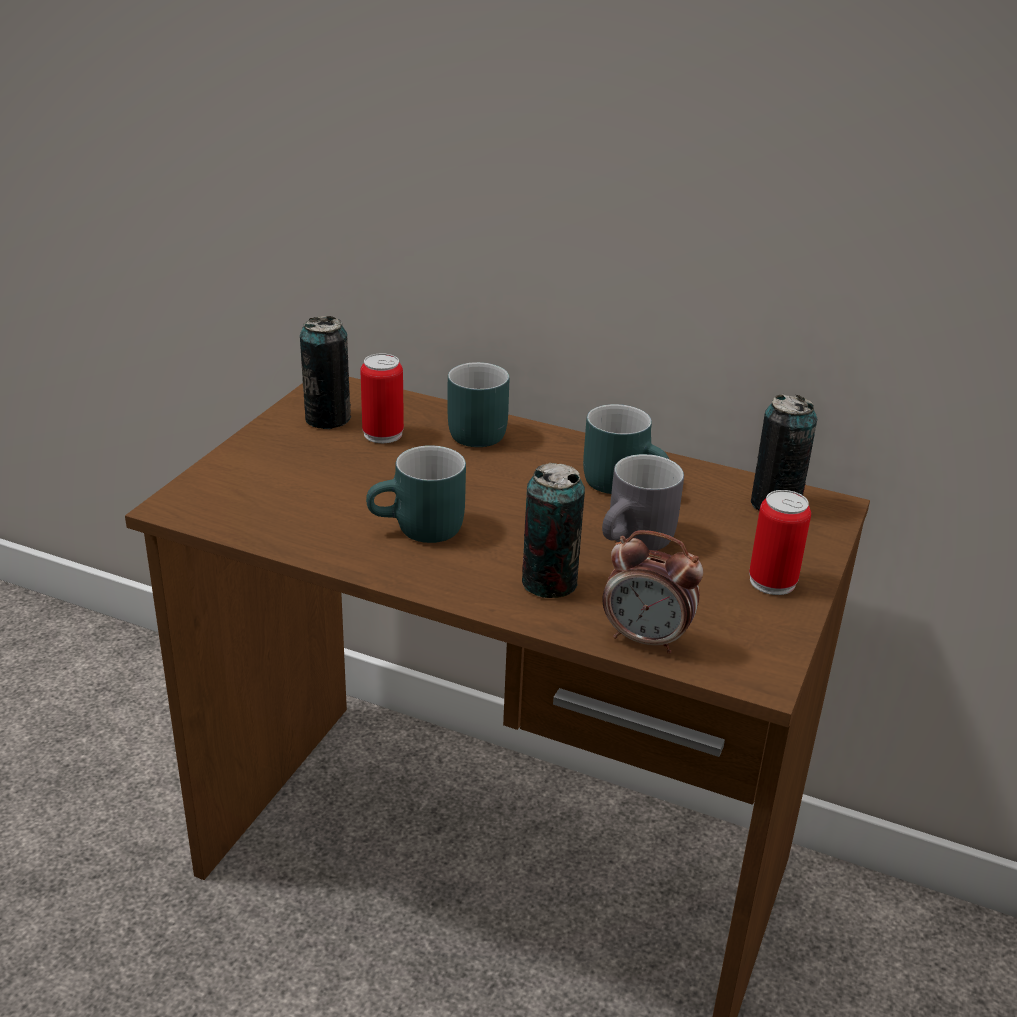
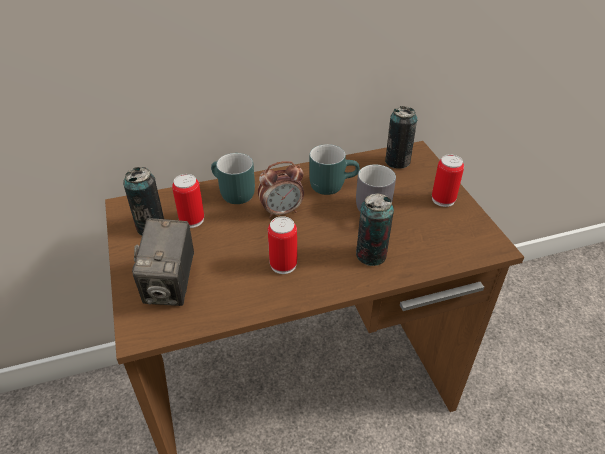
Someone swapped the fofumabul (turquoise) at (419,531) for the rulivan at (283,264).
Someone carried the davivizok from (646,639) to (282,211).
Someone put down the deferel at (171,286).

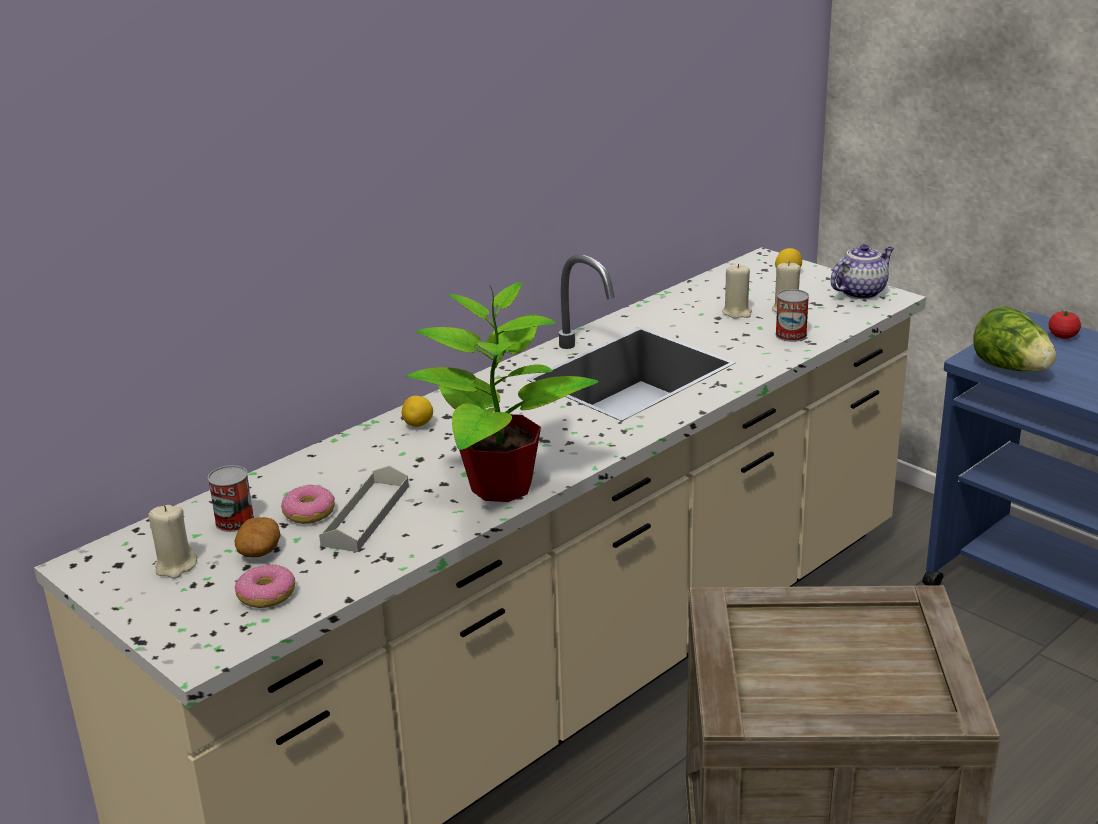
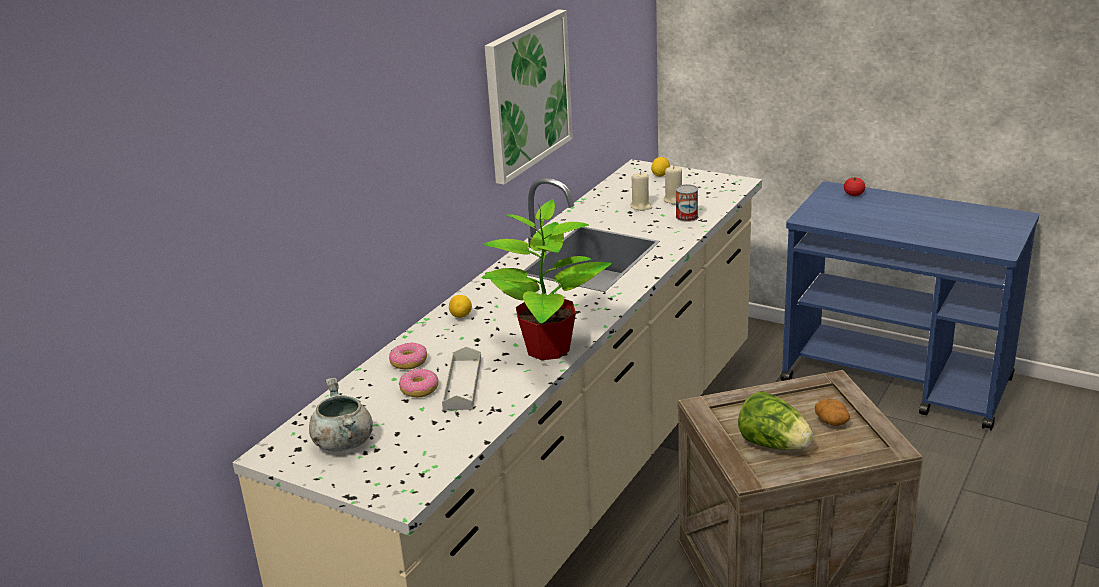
Someone took away the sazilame at (860,292).
Someone carried the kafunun from (1011,369) to (773,444).
Someone took away the rulivan at (235,521).
Someone swapped the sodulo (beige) at (175,566) for the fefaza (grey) at (343,442).
Someone carried the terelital from (259,551) to (832,421).
Someone carried the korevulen from (267,595) to (409,362).
Someone put up the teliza at (527,94).

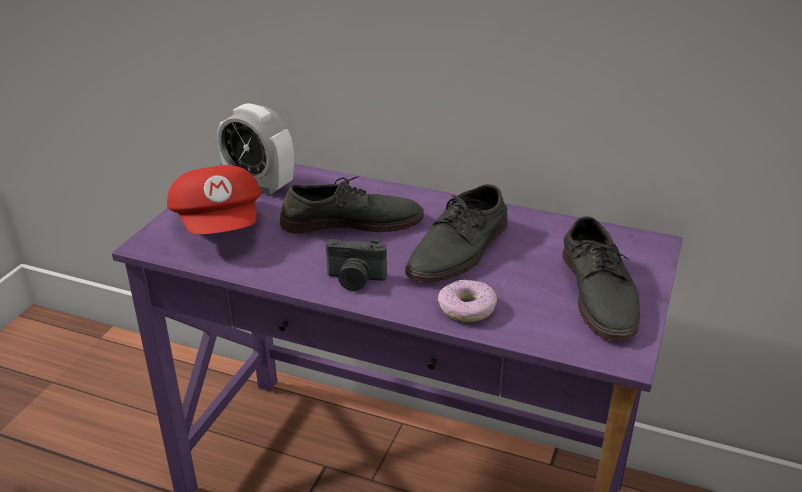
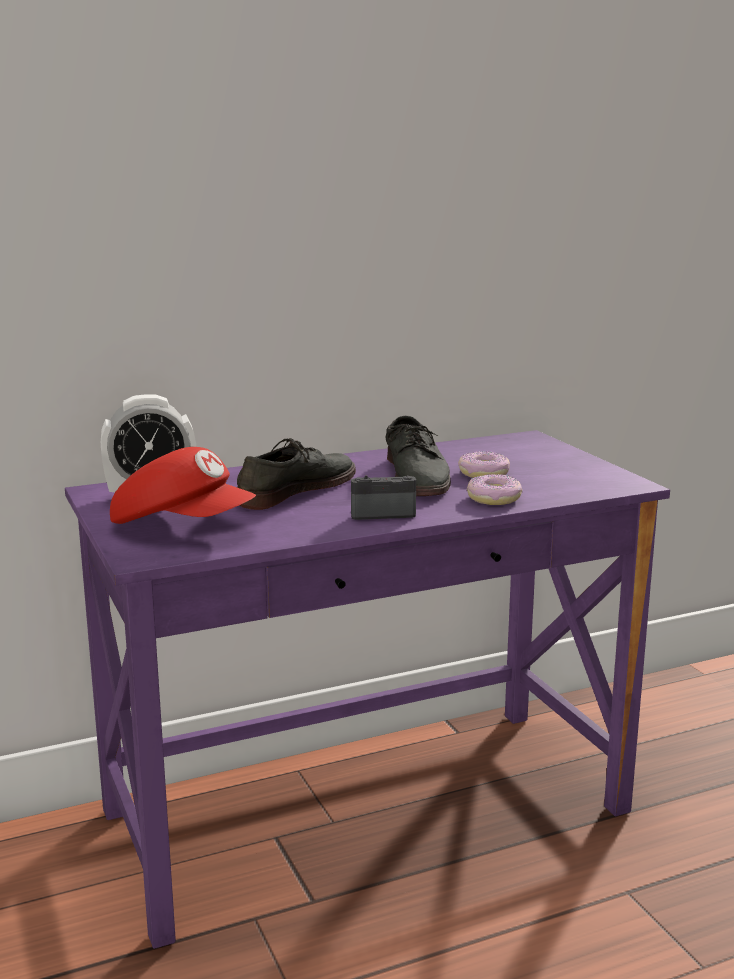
Someone took away the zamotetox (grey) at (599,293).
Someone rotated the deferel at (355,280) by 150 degrees counterclockwise.
Someone put down the korevulen at (483,473).

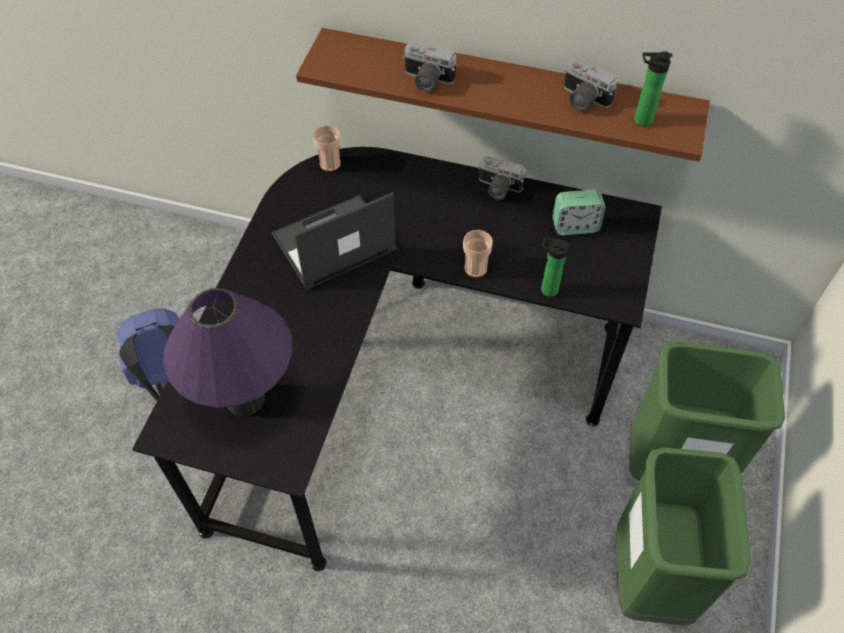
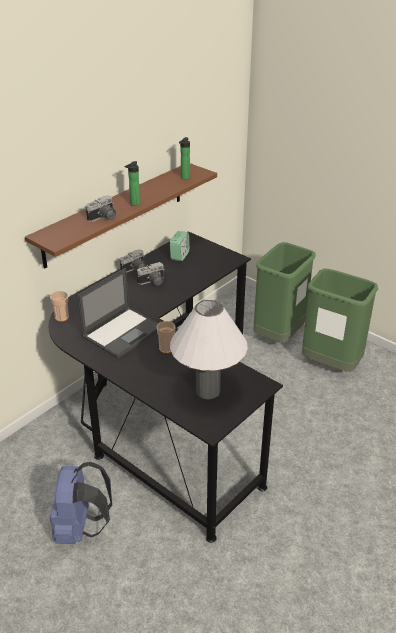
Someone carried the deferel from (582,100) to (152,282).
Someone rotated the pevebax at (332,243) by 135 degrees counterclockwise.
Someone carried the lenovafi from (475,268) to (166,349).
Someone carried the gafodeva from (546,289) to (134,204).
Someone repainted the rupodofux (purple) at (245,398), which became the rupodofux (white) at (208,390).

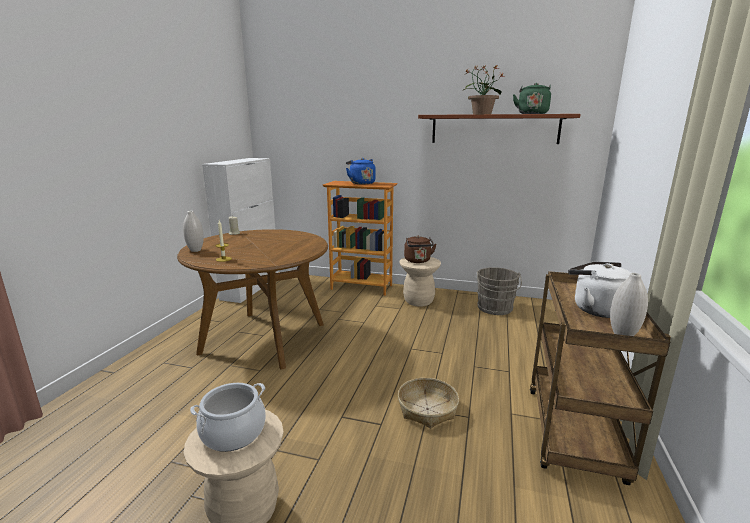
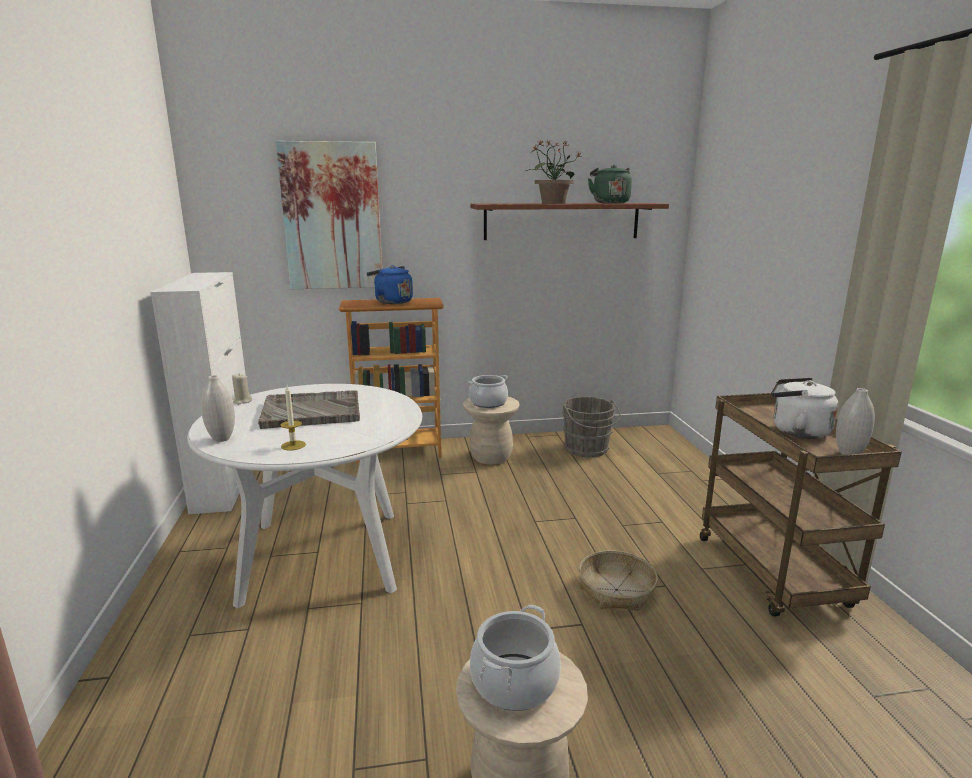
Someone repainted the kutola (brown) at (264,338), which became the kutola (white) at (323,555).
Someone swapped the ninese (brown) at (418,261) for the fefaza at (488,403).
Someone put up the teliza at (332,217).
Someone put down the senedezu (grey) at (310,411).

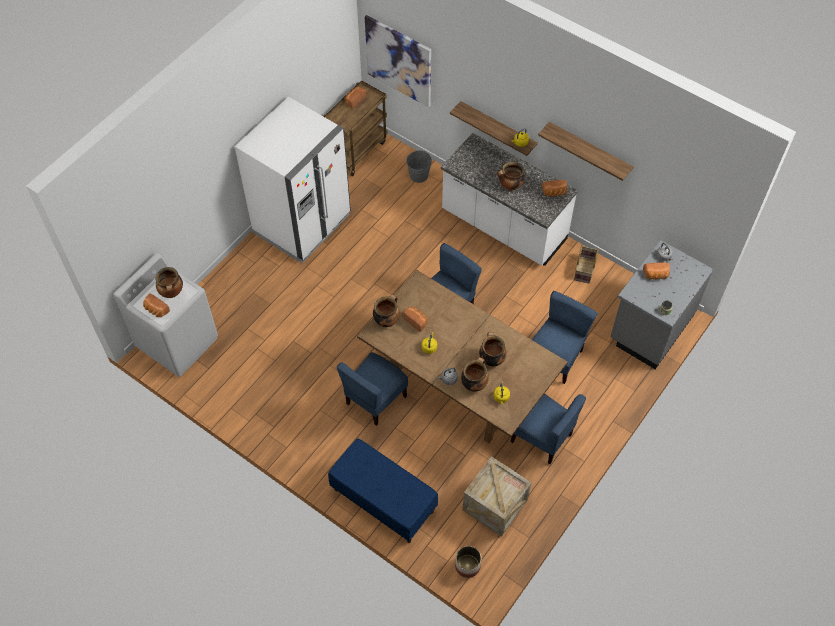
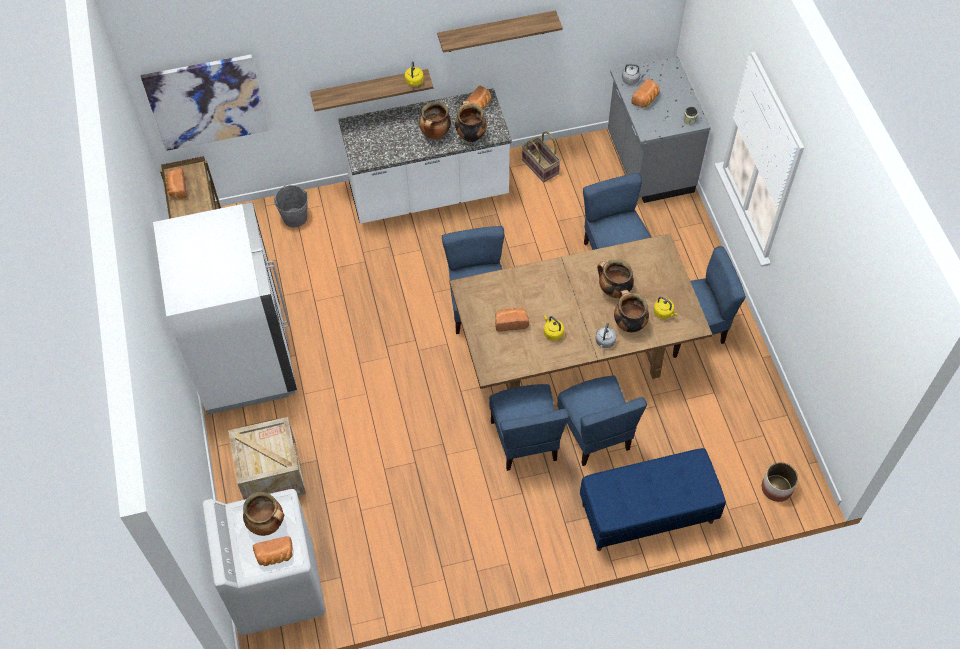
Someone carried the fefaza from (386,320) to (470,135).
Someone carried the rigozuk from (495,505) to (271,474).
Someone put down the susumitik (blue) at (595,434).

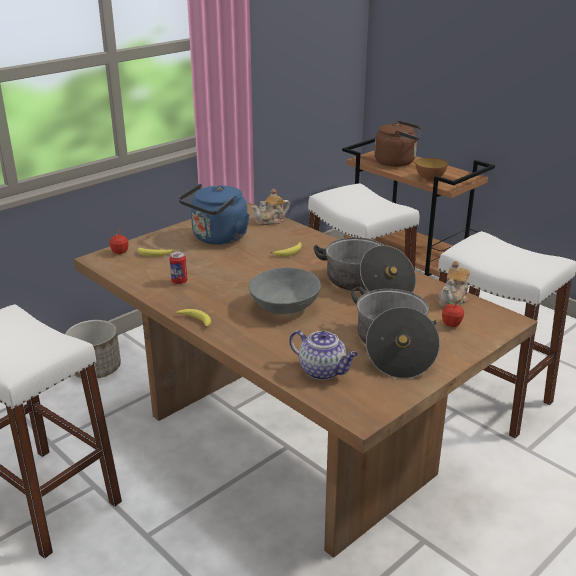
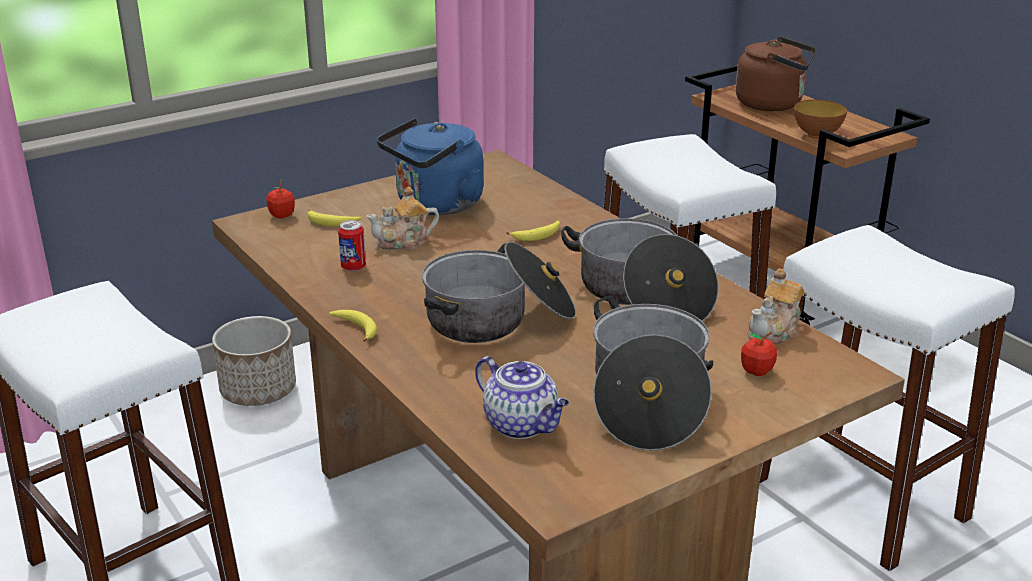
Someone carried the sazilame from (271,221) to (404,242).
Someone swapped the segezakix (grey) at (284,306) for the fefaza at (499,319).

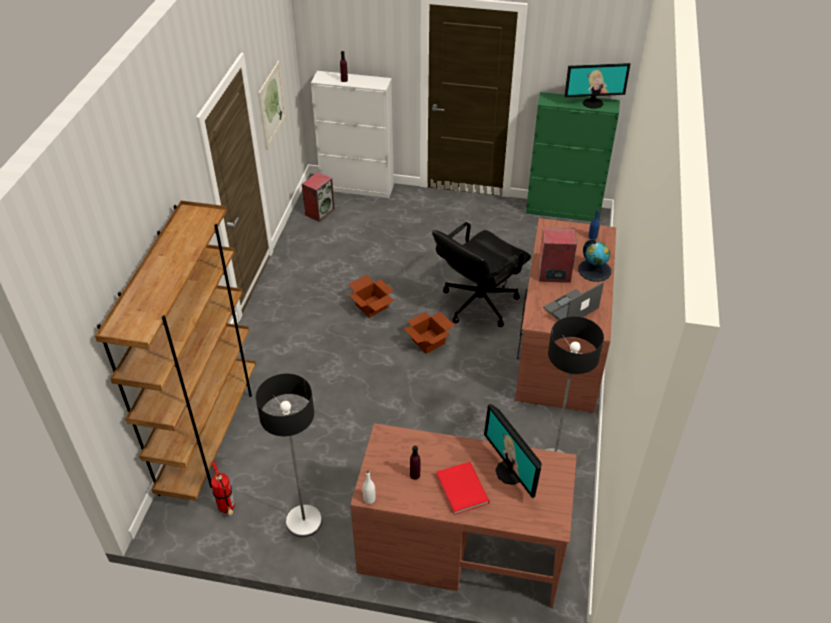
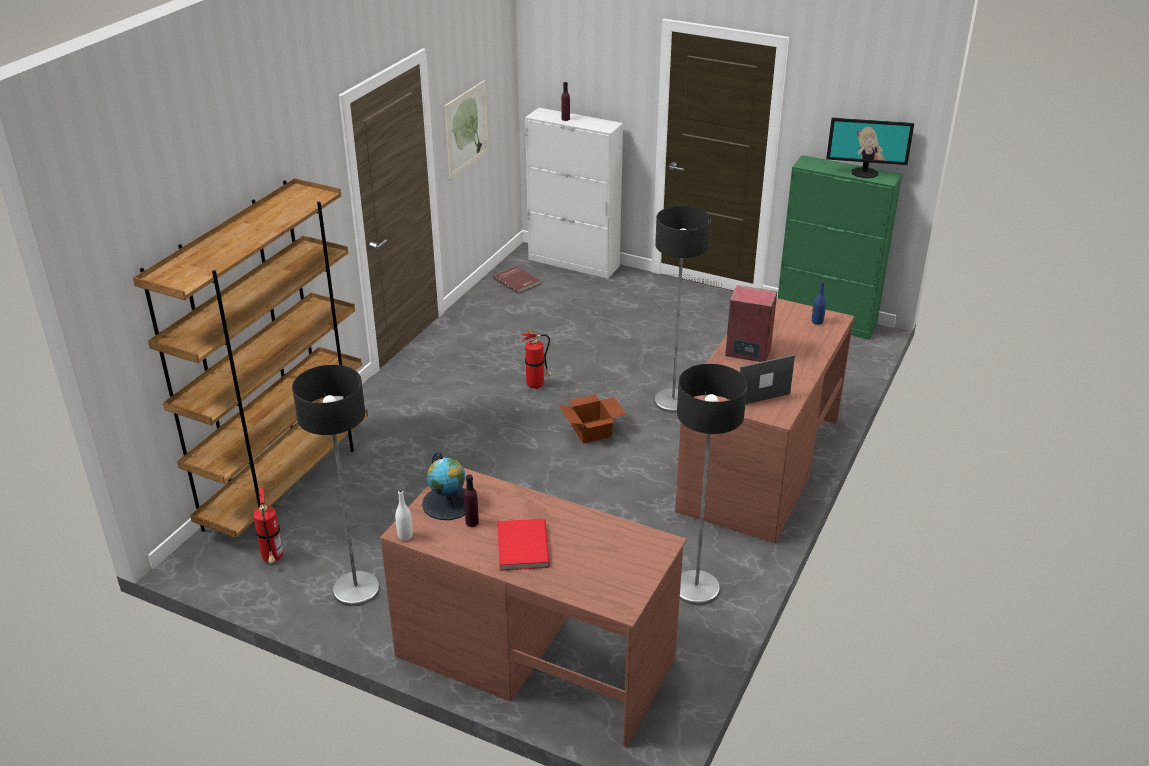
Someone swapped the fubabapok at (319,212) for the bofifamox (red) at (517,281).
Someone swapped the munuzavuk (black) at (478,303) for the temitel at (672,401).
Someone carried the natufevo from (594,270) to (448,503).
Someone swapped the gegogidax at (371,307) for the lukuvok at (537,385).
Someone took away the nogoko at (510,472).

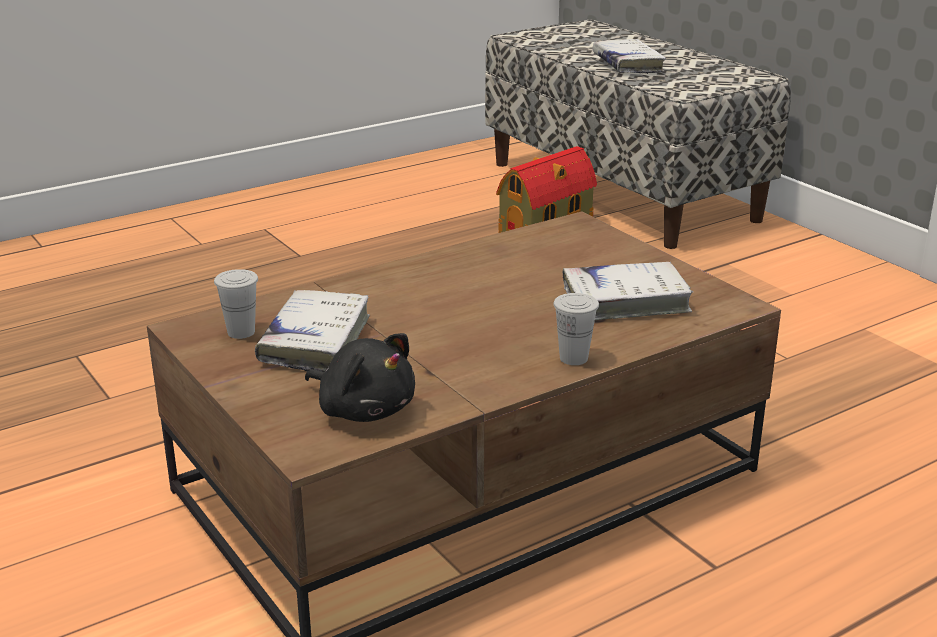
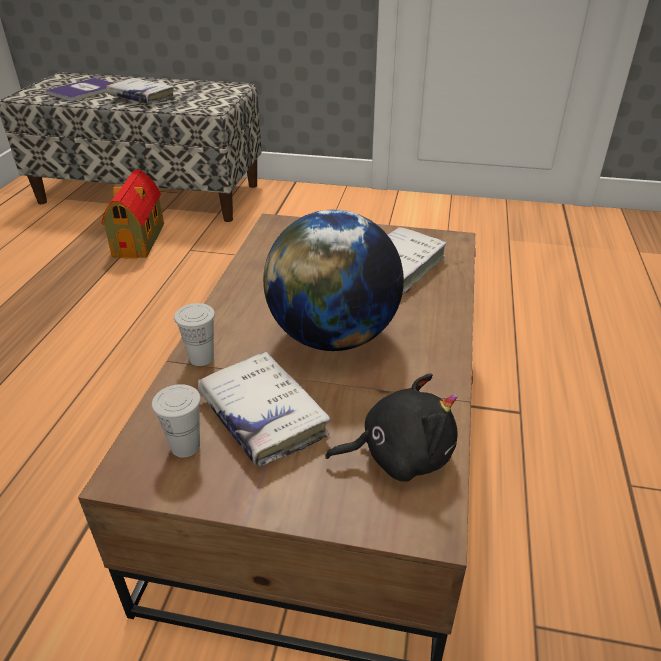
Someone carried the lenovafi (white) from (573,358) to (201,358).
Someone put down the bofifamox at (83,91).
Someone put down the natufevo at (333,337).

